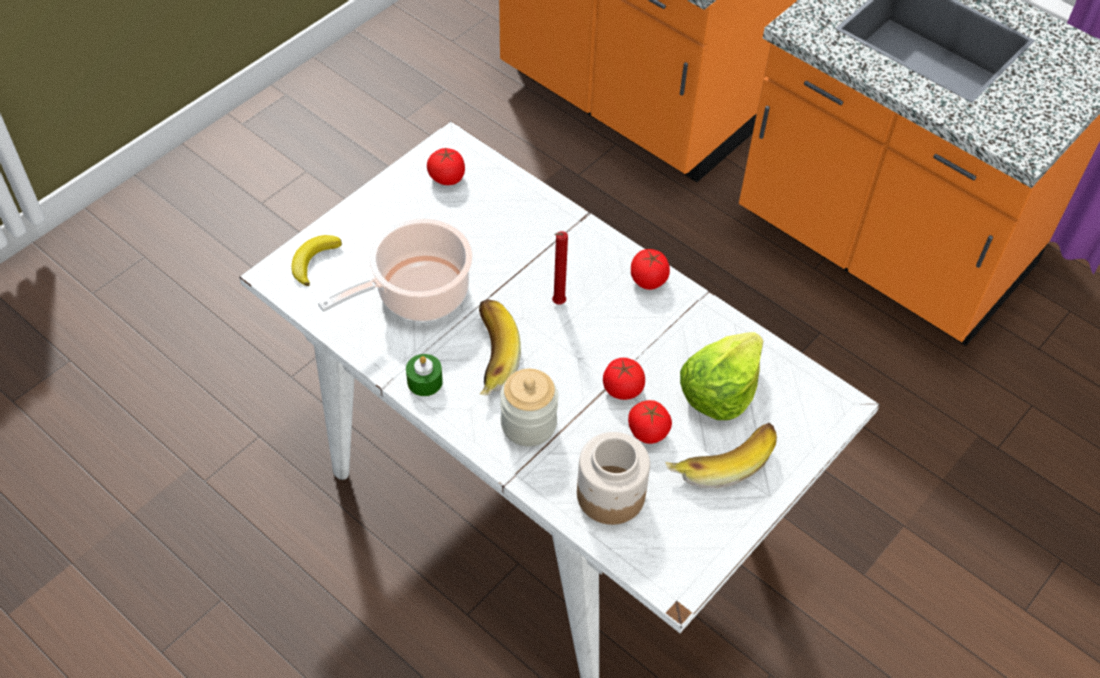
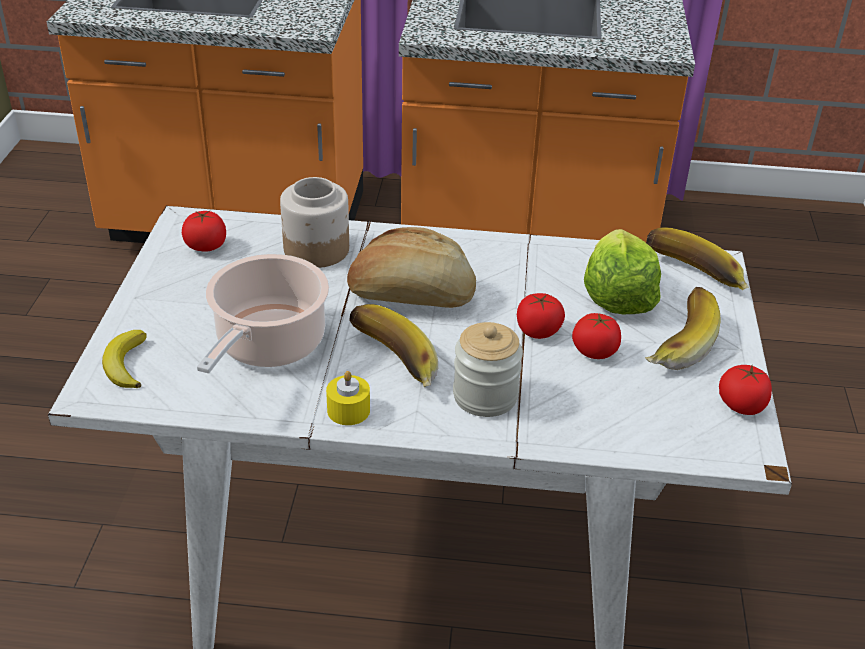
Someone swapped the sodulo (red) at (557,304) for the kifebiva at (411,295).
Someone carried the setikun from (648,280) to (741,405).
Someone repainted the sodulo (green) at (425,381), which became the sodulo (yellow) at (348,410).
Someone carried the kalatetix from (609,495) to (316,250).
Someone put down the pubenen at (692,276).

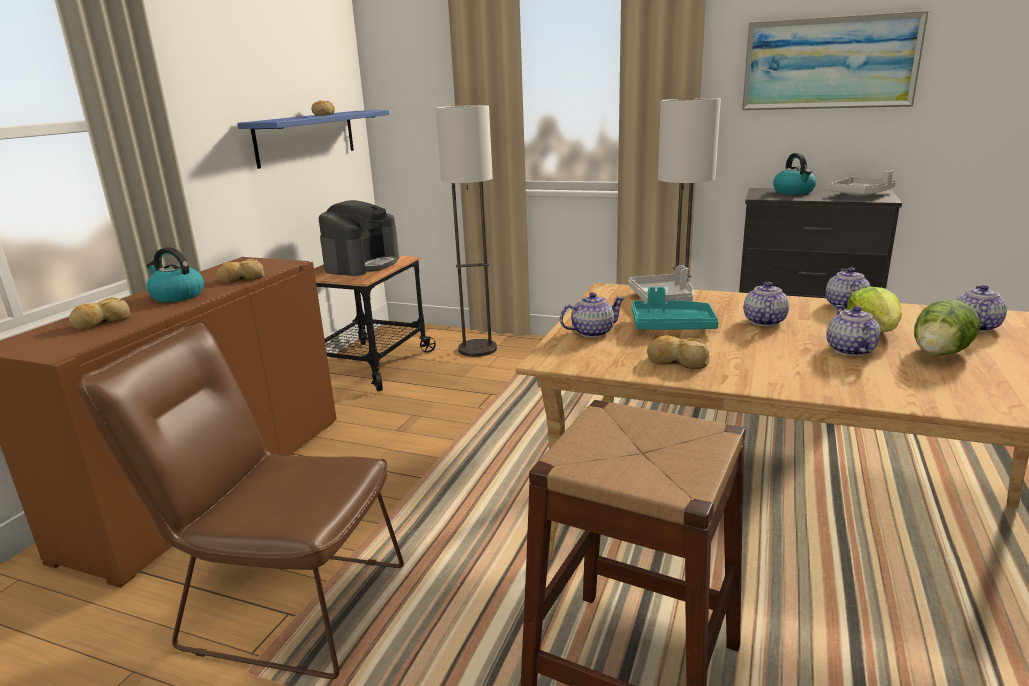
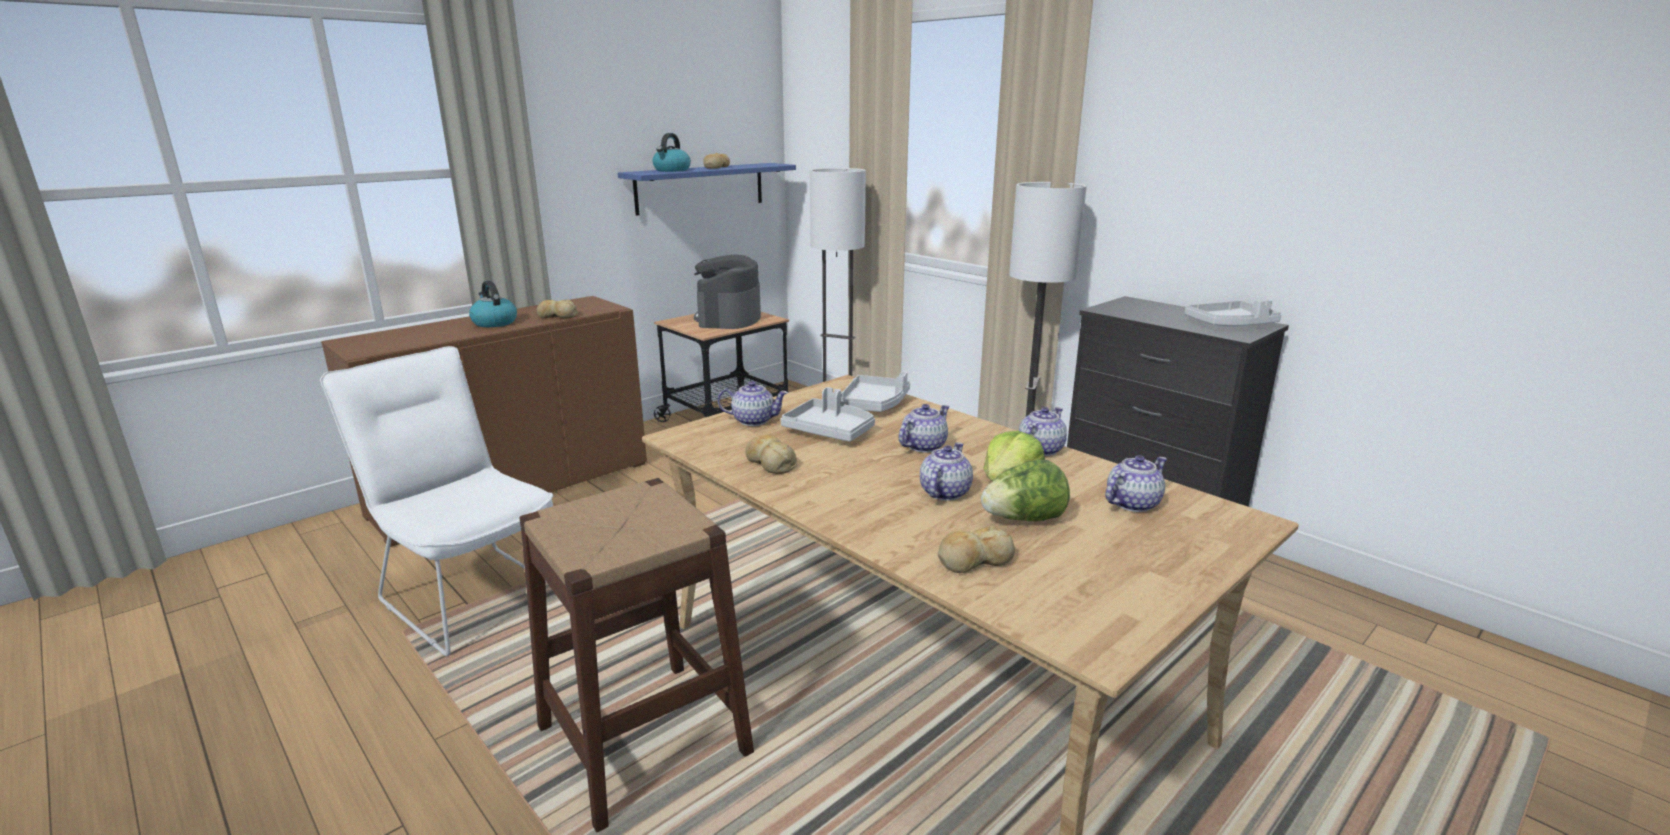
Someone took away the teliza at (829,63).
Someone carried the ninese from (794,192) to (672,170).
Someone rotated the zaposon at (362,264) by 135 degrees clockwise.
Someone repainted the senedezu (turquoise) at (671,326), which became the senedezu (grey) at (830,431).
Someone carried the kifebiva from (101,322) to (973,560).
Someone repainted the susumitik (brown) at (282,603), which became the susumitik (white) at (468,593).

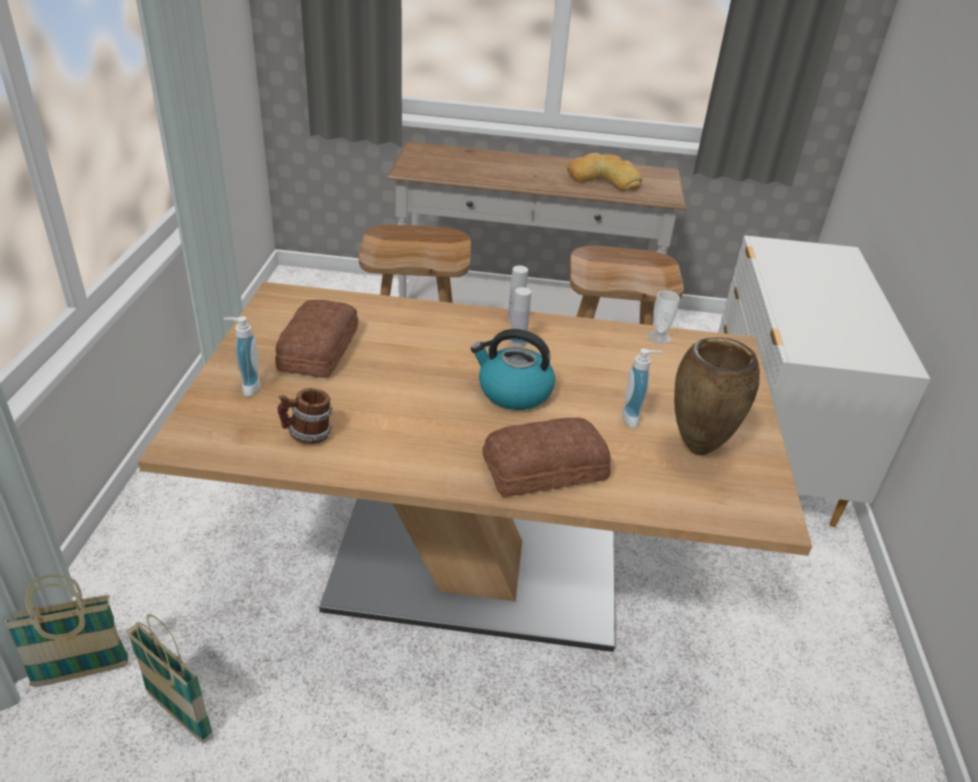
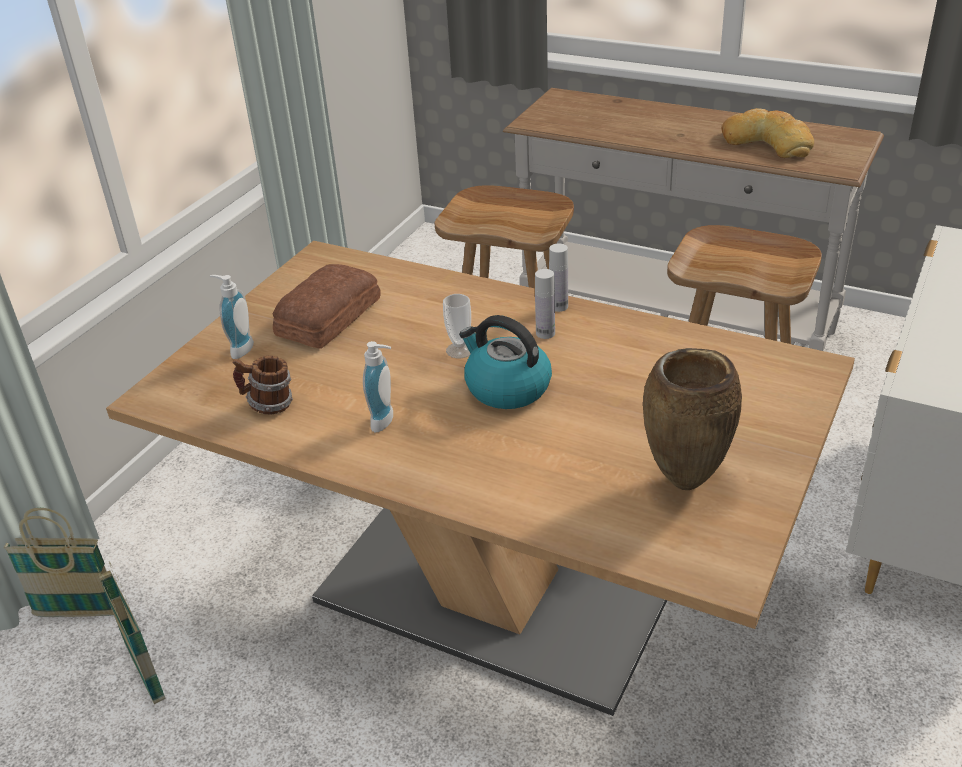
Someone carried the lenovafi from (659,337) to (460,350).
Someone carried the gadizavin from (634,418) to (386,421).
Someone took away the kifebiva at (542,467).

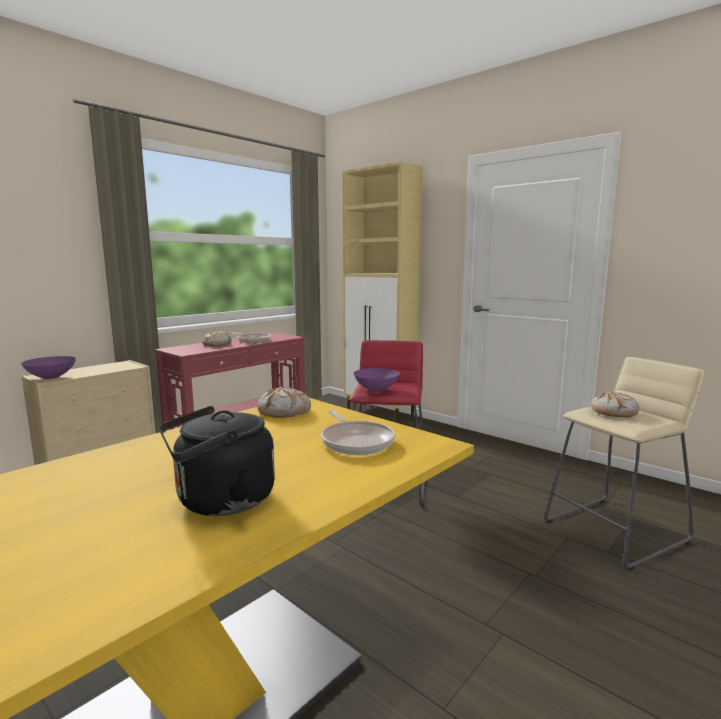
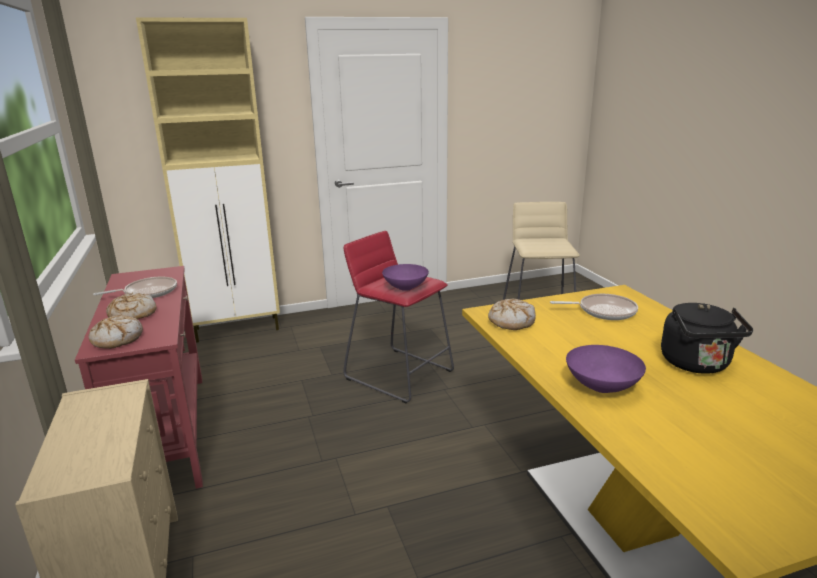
Someone carried the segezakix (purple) from (51,377) to (603,387).
Someone carried the kifebiva from (614,412) to (118,339).

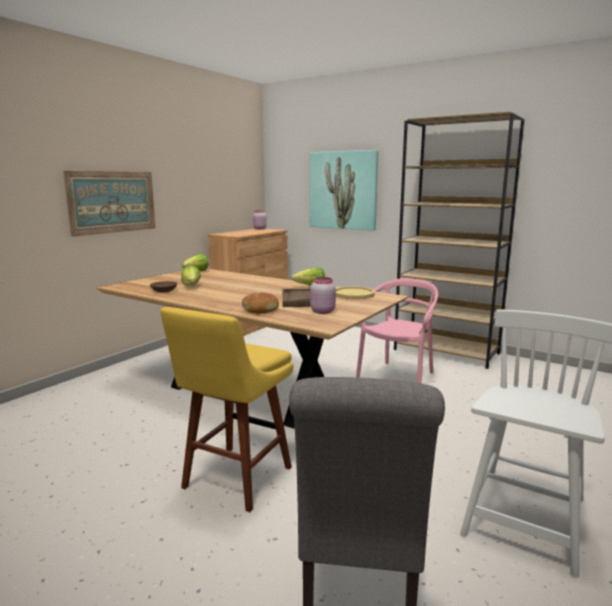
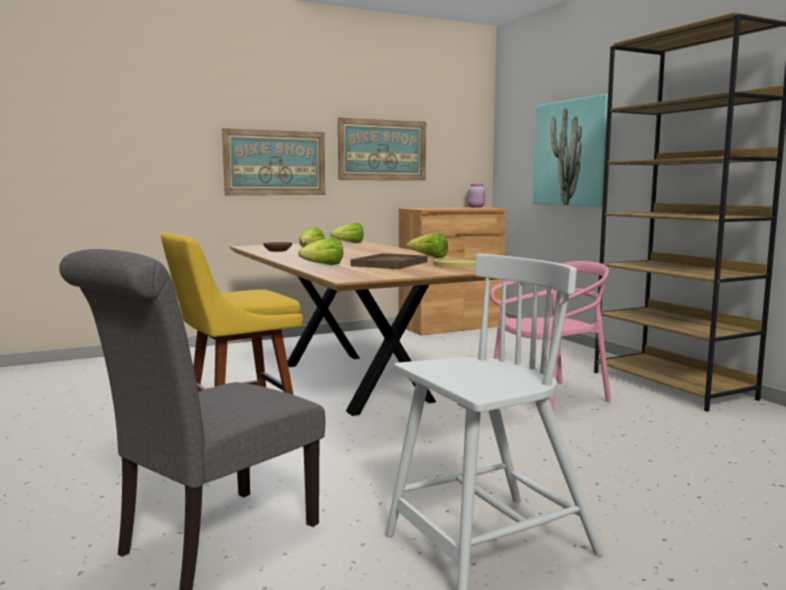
Someone took away the kalatetix (pink) at (323,311).
Someone swapped the kifebiva at (260,309) for the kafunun at (323,265).
Someone put up the teliza at (382,150).

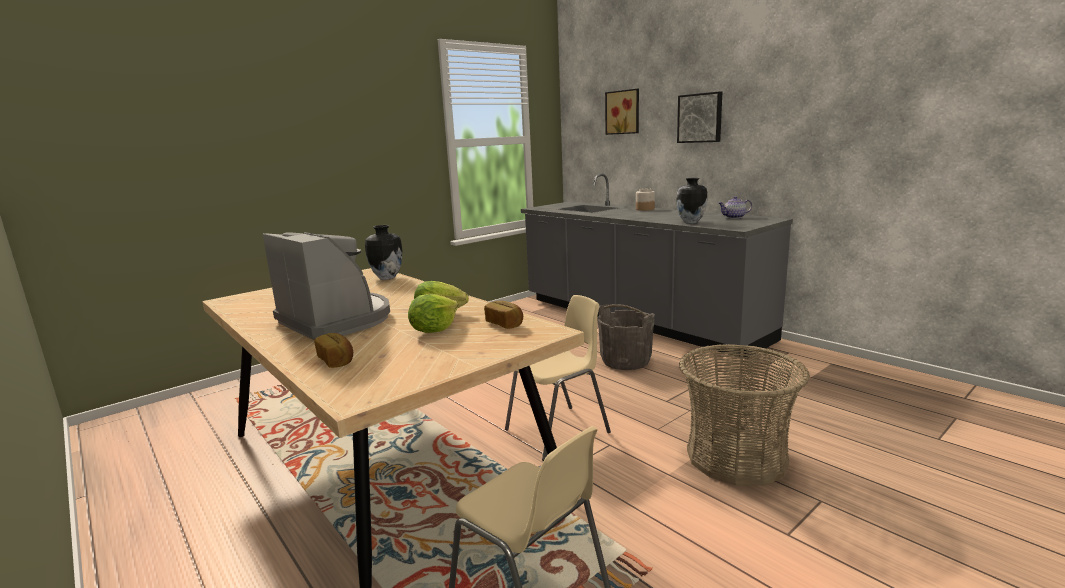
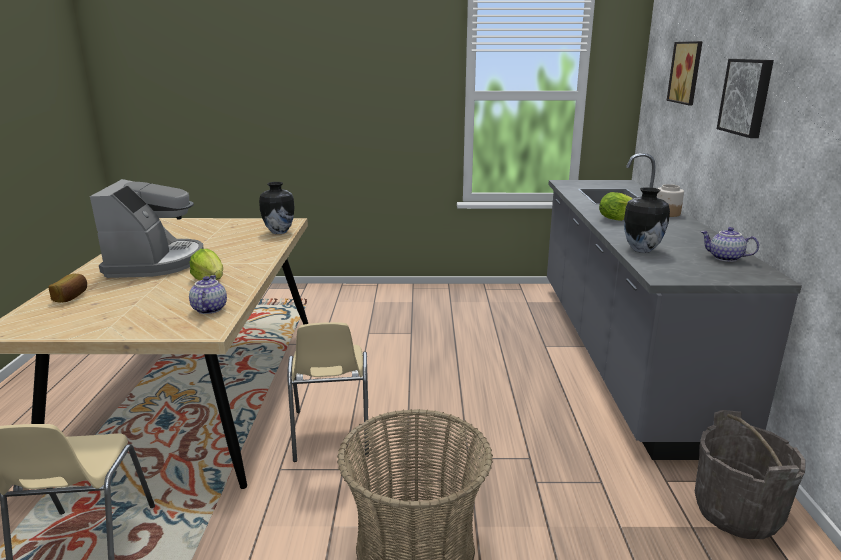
Someone carried the kafunun from (434,330) to (616,219).
Someone rotated the susumitik (beige) at (559,431) by 75 degrees clockwise.
Someone swapped the kifebiva at (505,324) for the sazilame at (208,309).
Someone carried the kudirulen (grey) from (625,361) to (737,511).

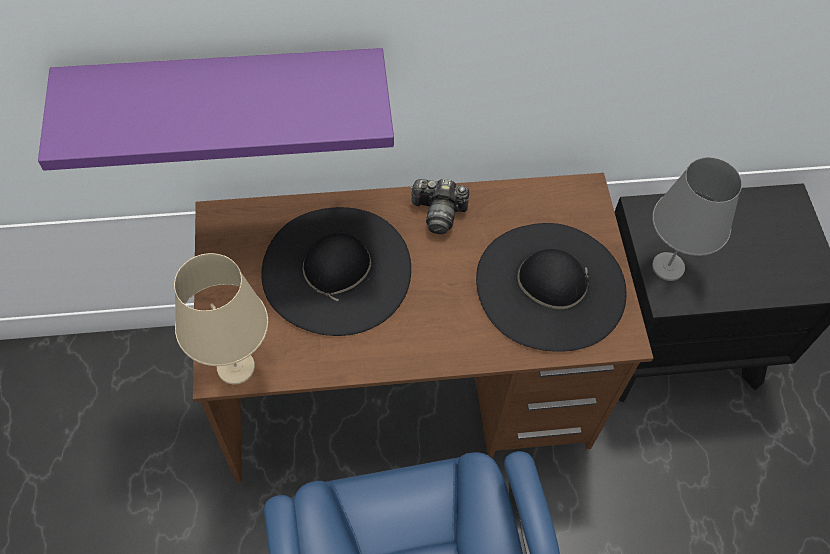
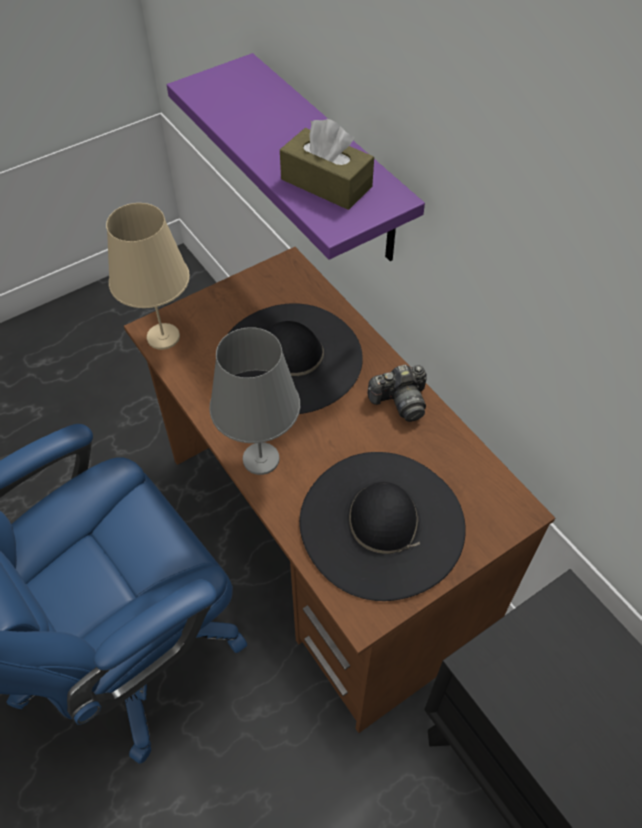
Someone carried the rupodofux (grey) from (668,266) to (261,459).
Someone rotated the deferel at (439,212) by 90 degrees counterclockwise.
Someone put down the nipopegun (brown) at (326,183).

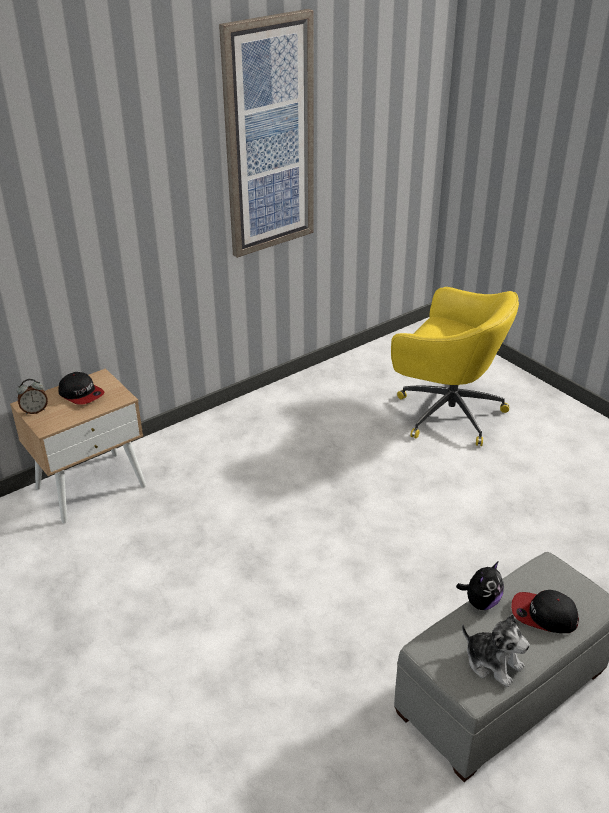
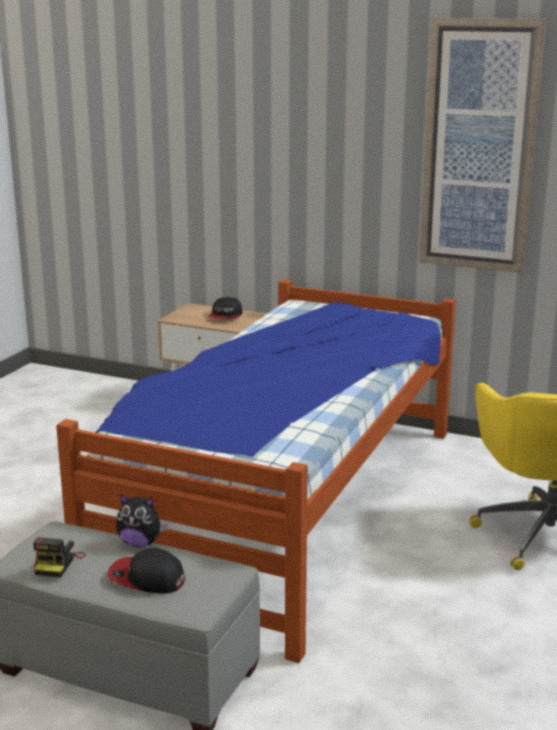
Someone took away the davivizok at (35,410).
Someone rotated the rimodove at (543,615) by 60 degrees counterclockwise.
Someone swapped the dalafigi at (493,663) for the deferel at (58,563).
Someone put down the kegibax at (286,504).

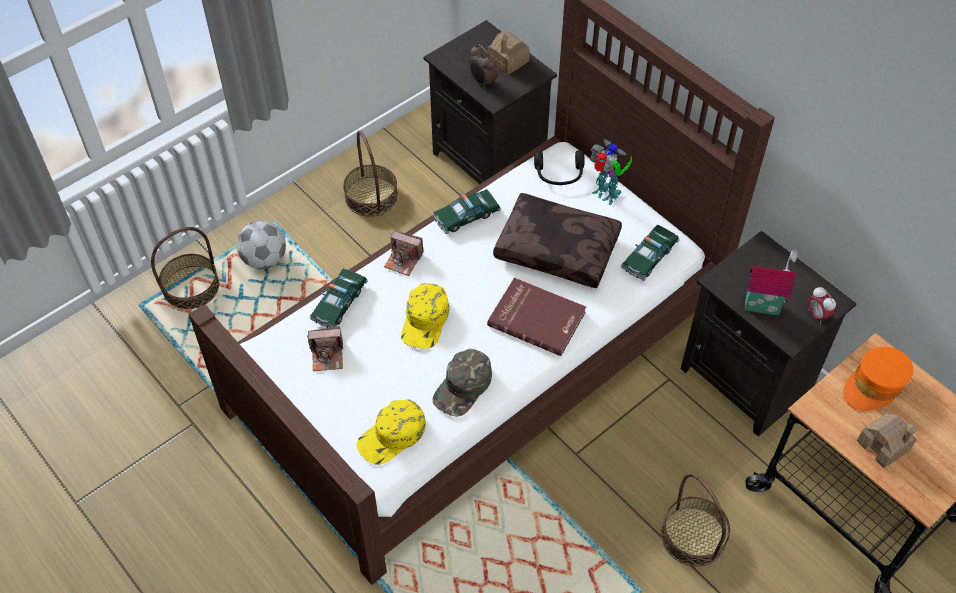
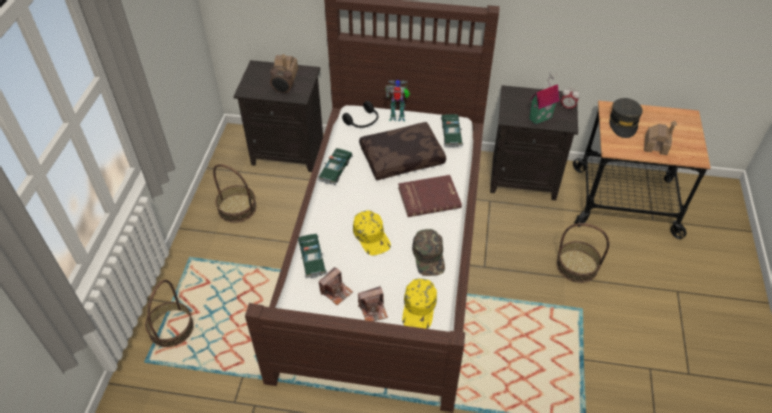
Someone took away the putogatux at (265,259).
Someone carried the deferel from (403,260) to (373,310).
Someone repainted the rimodove (orange) at (874,385), which became the rimodove (grey) at (623,122).

